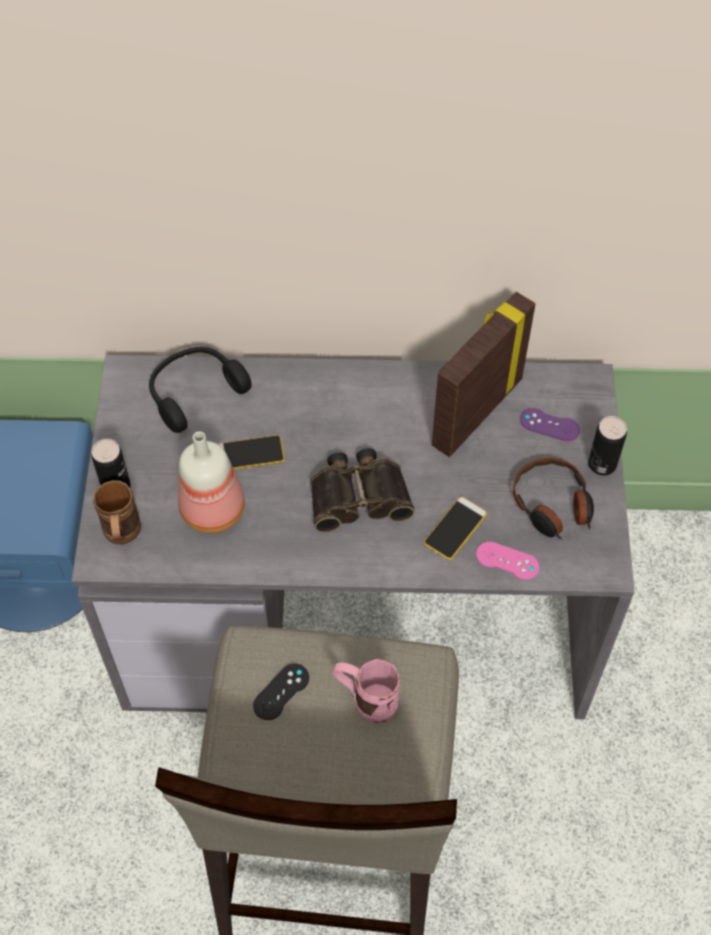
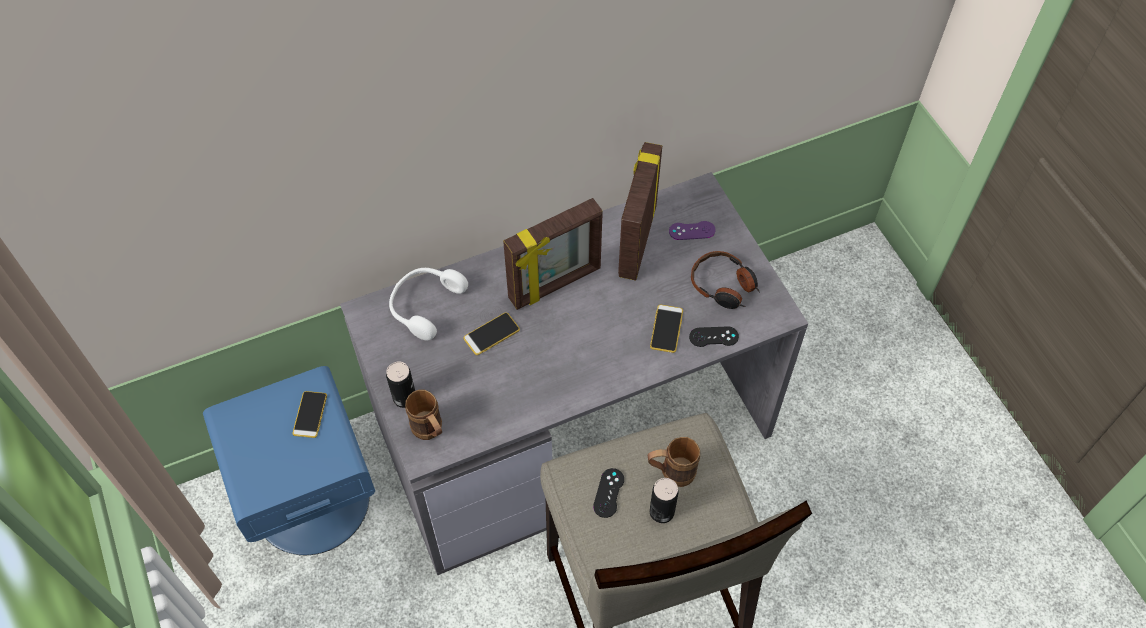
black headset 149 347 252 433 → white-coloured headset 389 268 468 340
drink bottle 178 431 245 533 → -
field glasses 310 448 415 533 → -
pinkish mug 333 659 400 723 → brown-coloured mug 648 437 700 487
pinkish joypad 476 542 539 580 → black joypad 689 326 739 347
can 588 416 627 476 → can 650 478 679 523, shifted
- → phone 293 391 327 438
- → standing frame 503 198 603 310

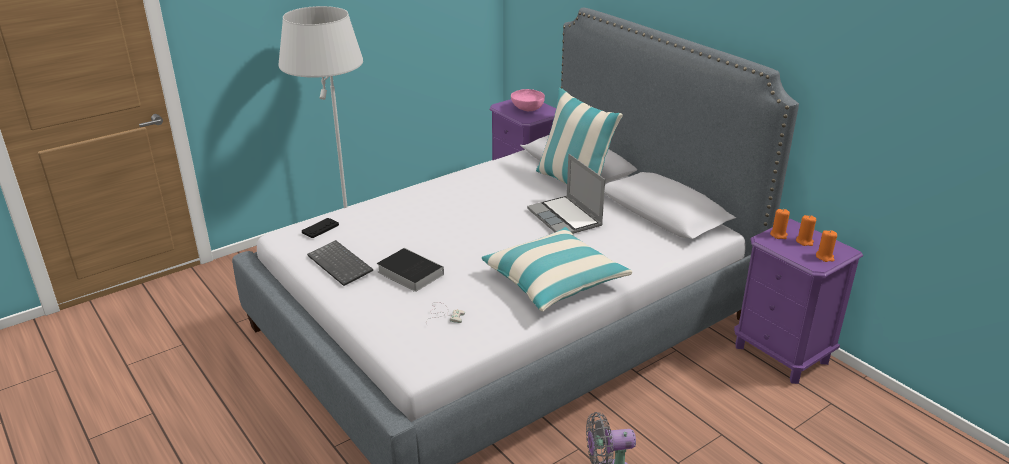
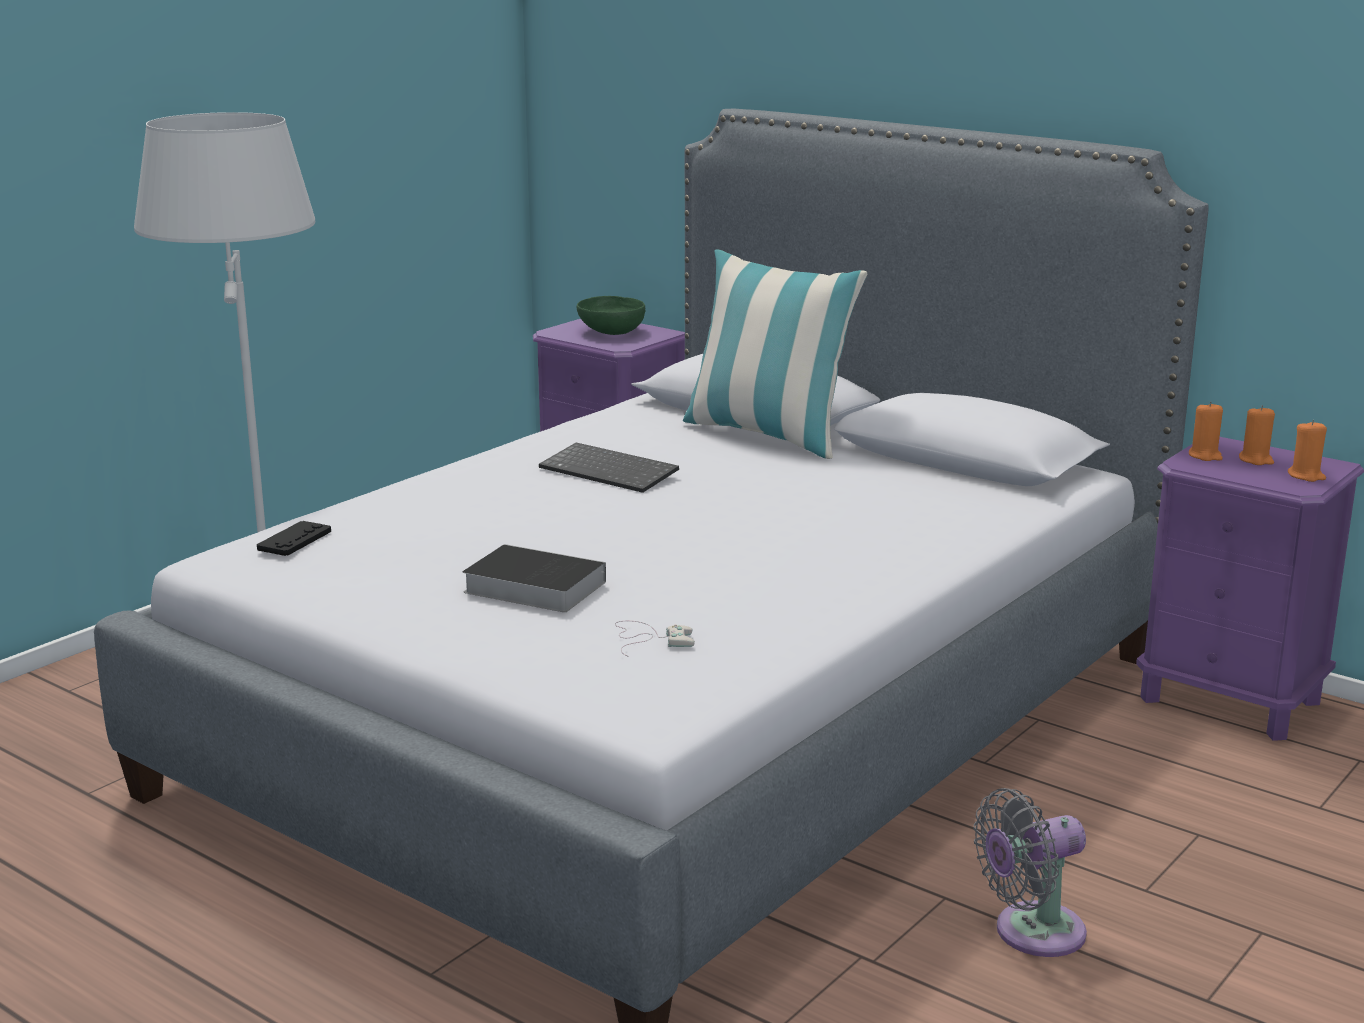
computer keyboard 307 240 373 286 → computer keyboard 539 442 679 493, shifted
throw pillow 482 227 632 312 → -
pinkish bowl 511 89 545 111 → greenish bowl 577 296 645 335
laptop 527 154 605 234 → -

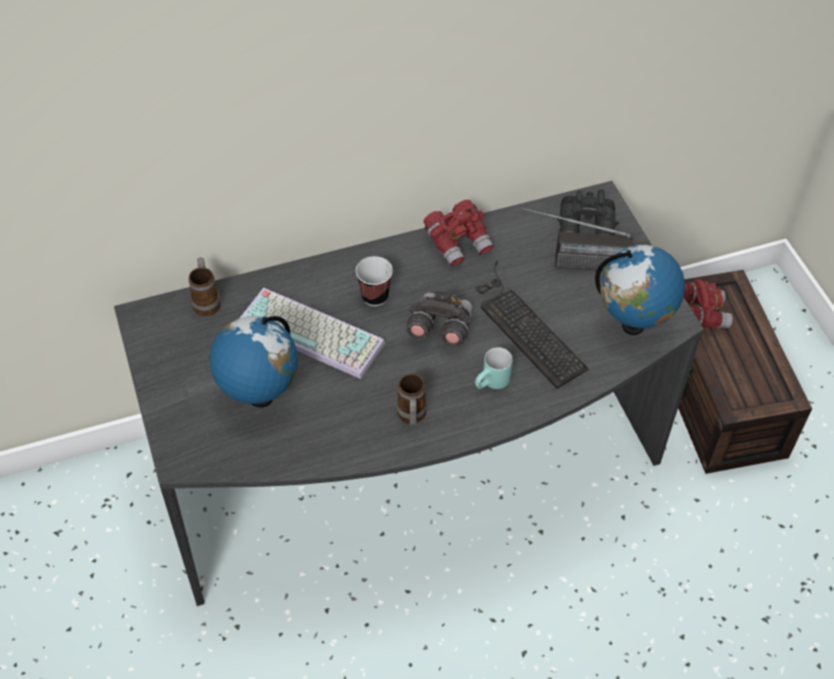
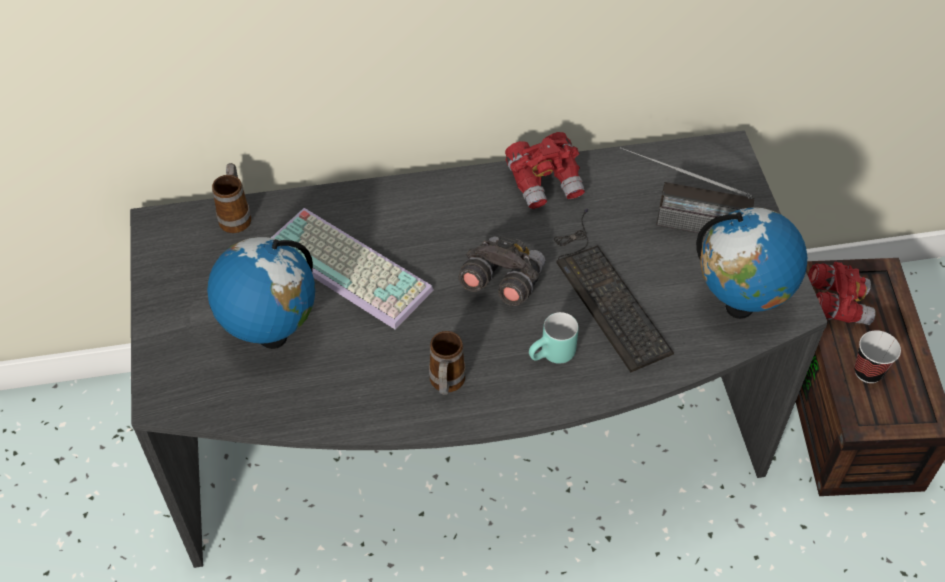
drinking cup 356 256 393 306 → drinking cup 854 330 901 383, shifted
black field glasses 557 189 619 235 → -

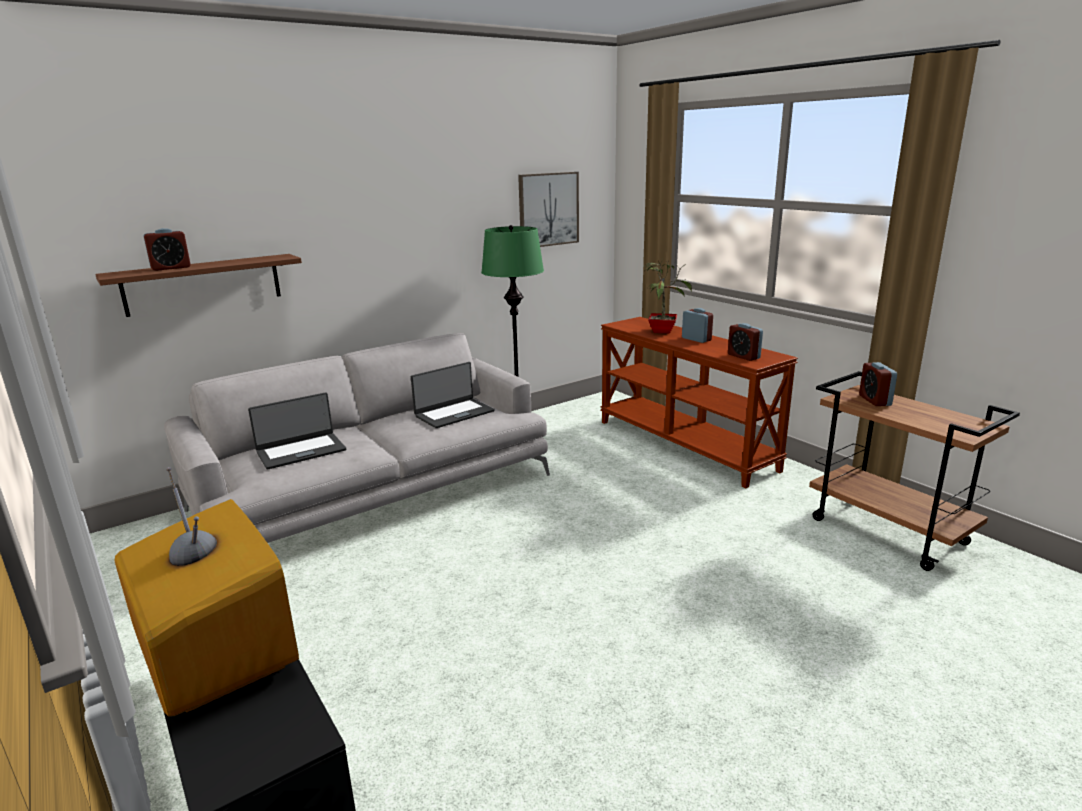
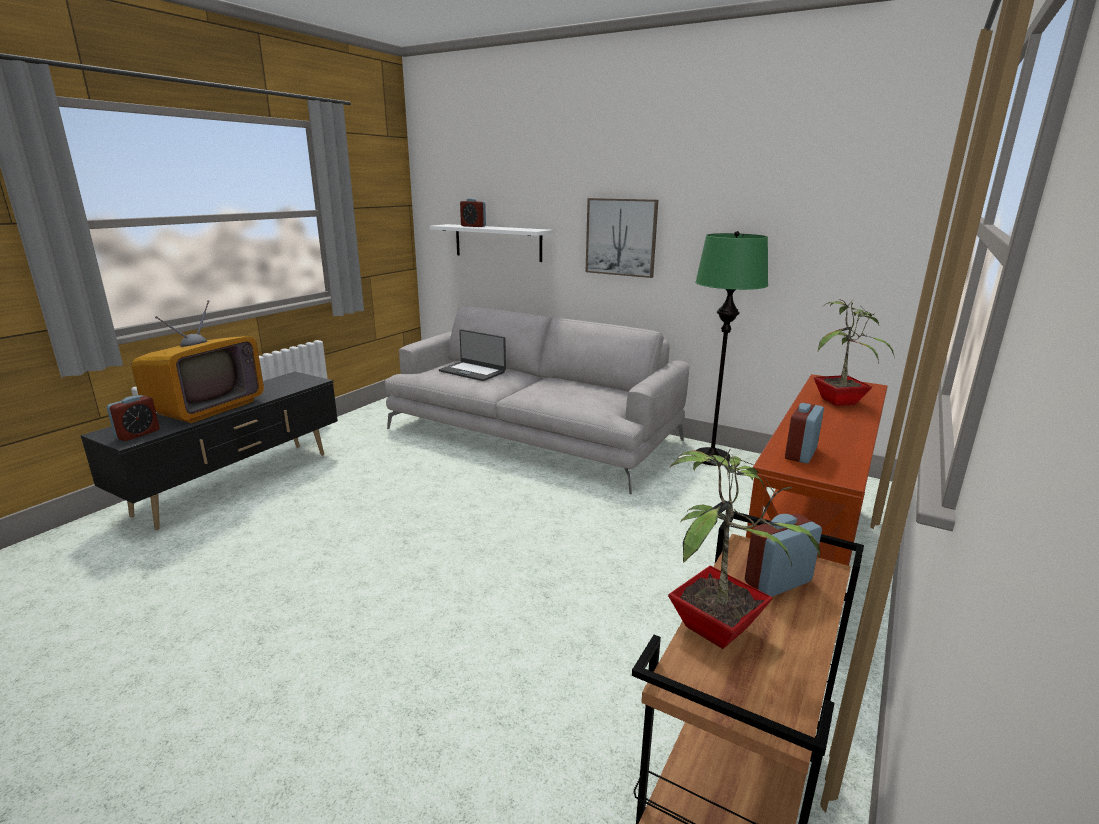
brown-coloured wall shelf 95 254 302 317 → white-coloured wall shelf 430 224 553 262
laptop 411 362 495 428 → -
picture 518 172 579 247 → picture 586 198 658 278, shifted
table clock 682 308 713 343 → table clock 107 395 160 441, shifted
- → plant in a pot 668 449 820 649

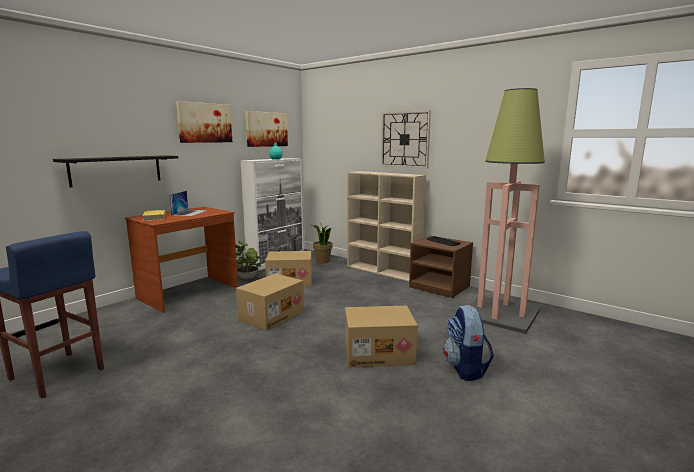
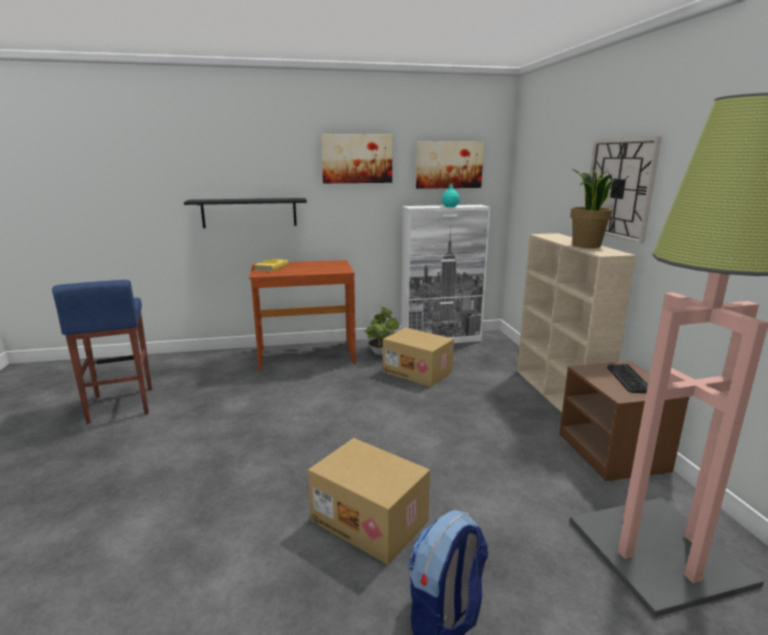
laptop 169 191 208 216 → -
cardboard box 236 273 304 331 → -
plant in a pot 312 225 333 263 → plant in a pot 570 167 614 248, shifted

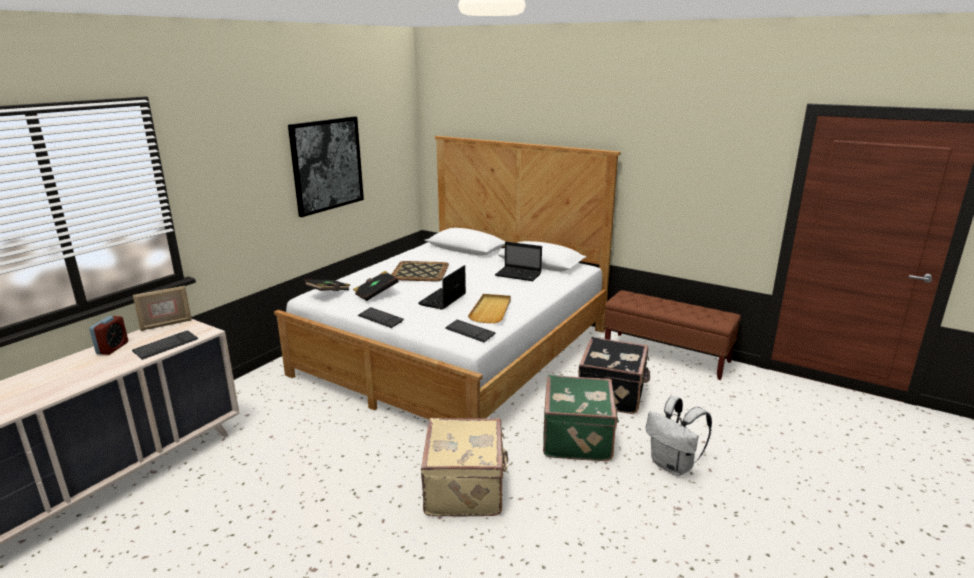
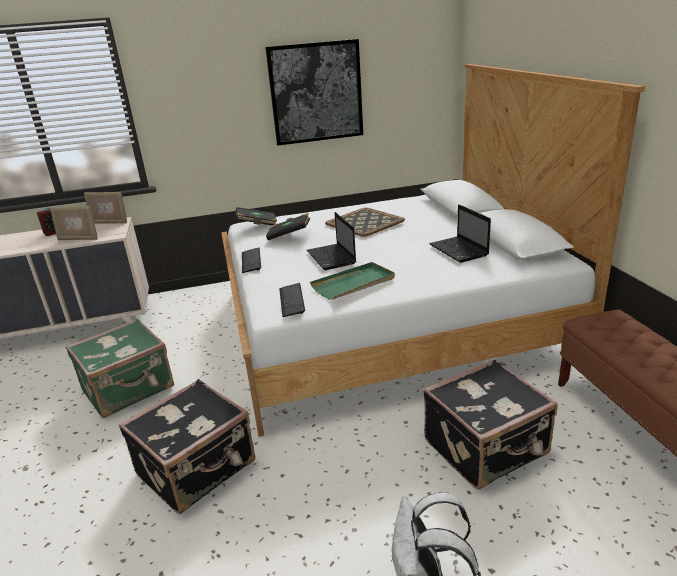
computer keyboard 132 330 198 360 → standing frame 50 206 98 240
laptop 418 265 466 310 → laptop 307 212 356 270, 90 degrees counterclockwise
sand-coloured suitcase 421 418 508 517 → black suitcase 118 379 255 514
sand-coloured carrying tray 468 294 511 323 → greenish carrying tray 310 262 395 300
greenish suitcase 543 375 619 461 → greenish suitcase 65 319 174 418, shifted

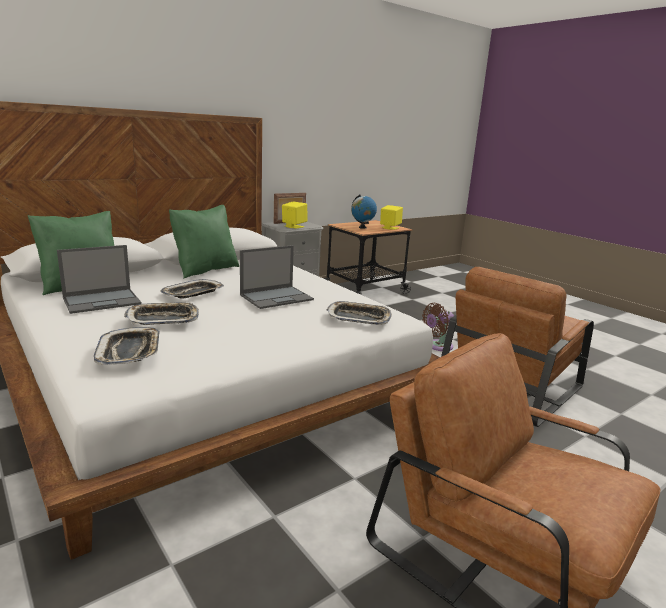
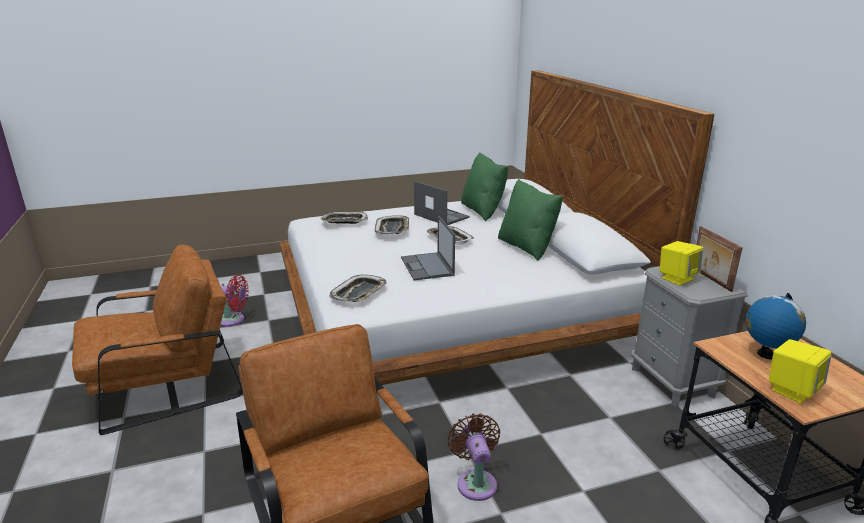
laptop 57 245 141 314 → laptop 414 181 470 225, 150 degrees clockwise
- → reddish electric fan 221 275 249 327

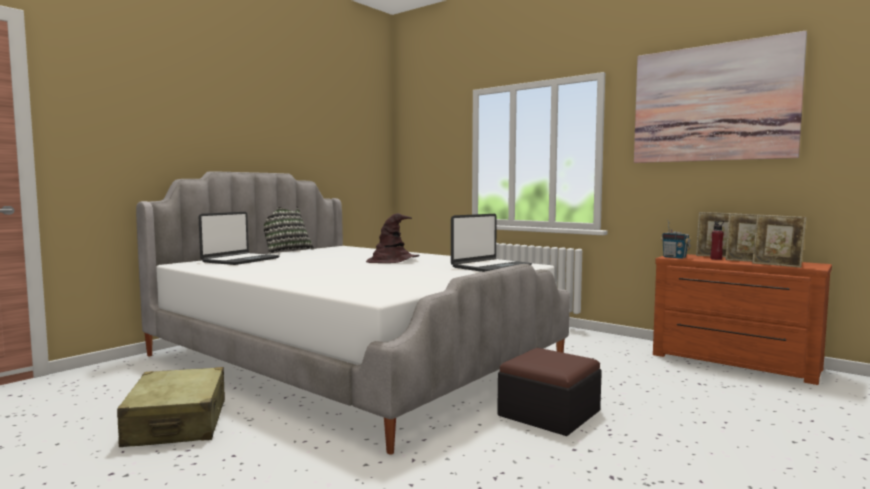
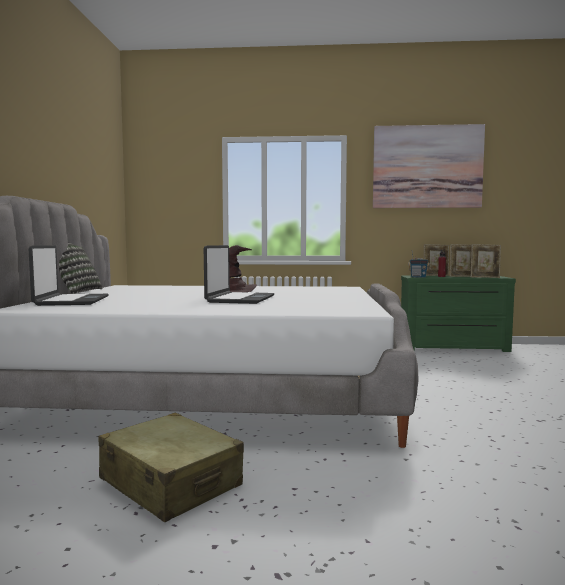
laptop 451 214 532 272 → laptop 204 245 274 304, shifted
pouffe 497 348 602 436 → -
brown-coloured dresser 653 254 832 385 → greenish dresser 401 276 516 352

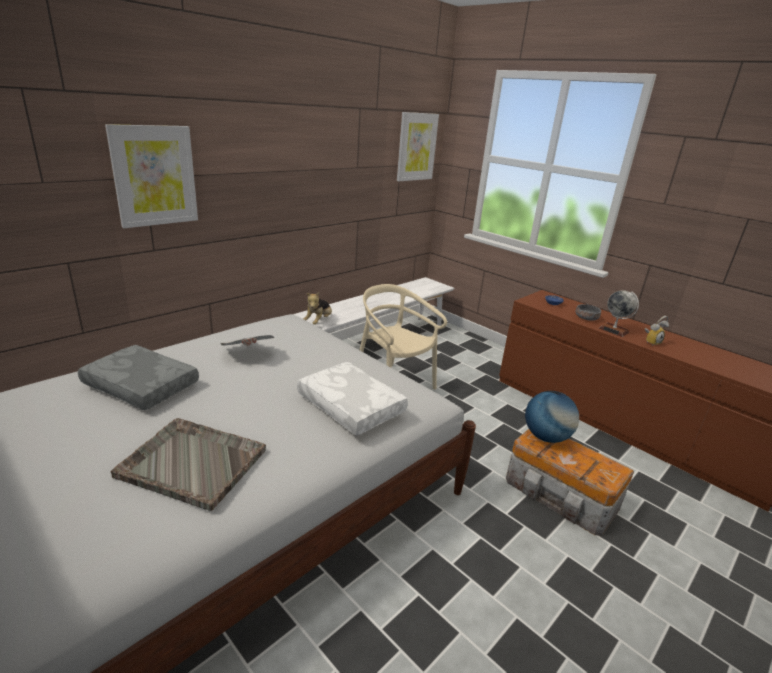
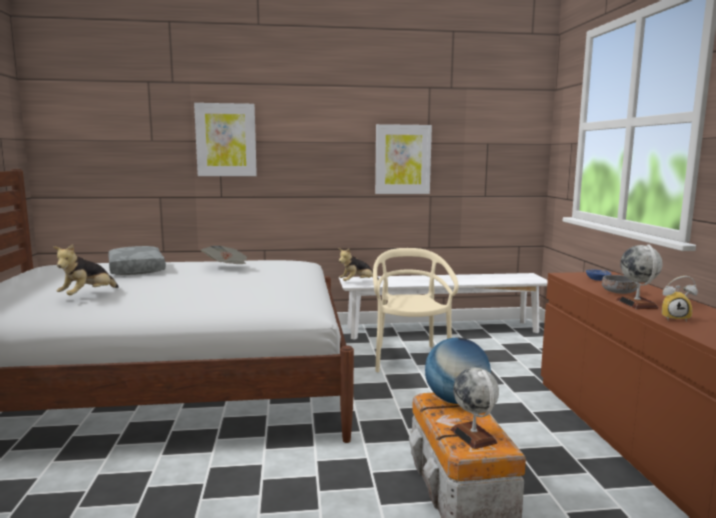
gray carrying tray 111 418 266 511 → soft toy 53 244 119 295
white-coloured throw pillow 297 362 408 436 → -
picture 397 112 439 181 → picture 375 124 432 194, shifted
- → desk globe 451 368 499 449

